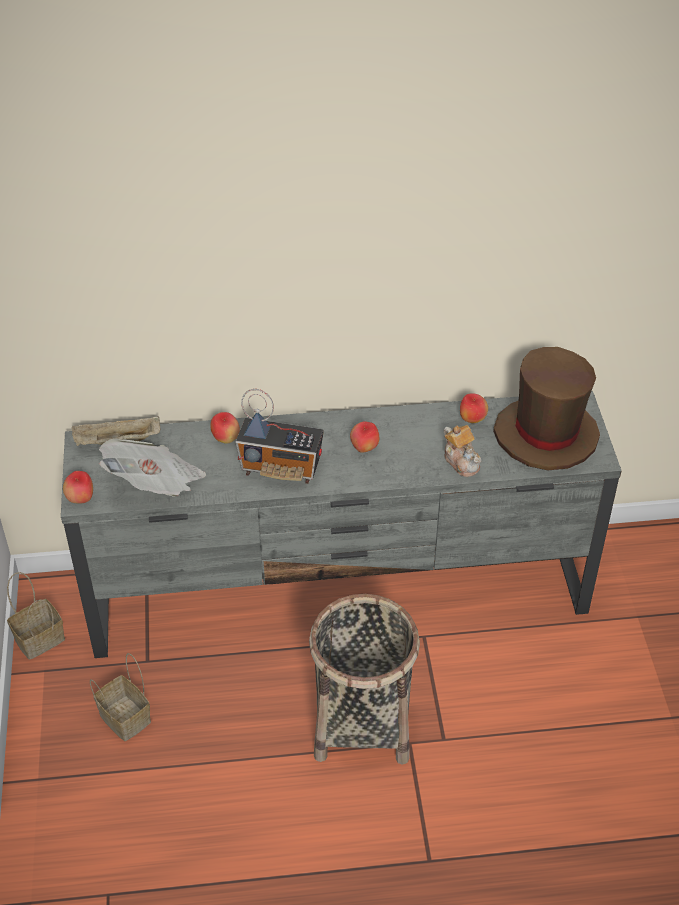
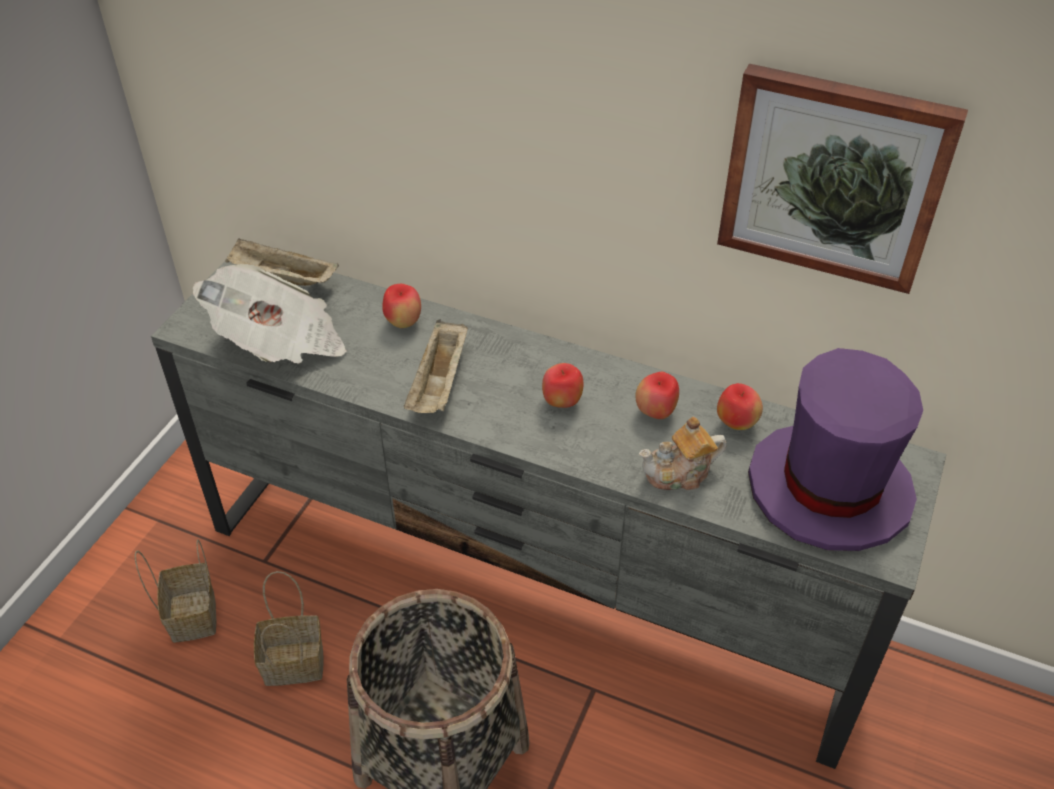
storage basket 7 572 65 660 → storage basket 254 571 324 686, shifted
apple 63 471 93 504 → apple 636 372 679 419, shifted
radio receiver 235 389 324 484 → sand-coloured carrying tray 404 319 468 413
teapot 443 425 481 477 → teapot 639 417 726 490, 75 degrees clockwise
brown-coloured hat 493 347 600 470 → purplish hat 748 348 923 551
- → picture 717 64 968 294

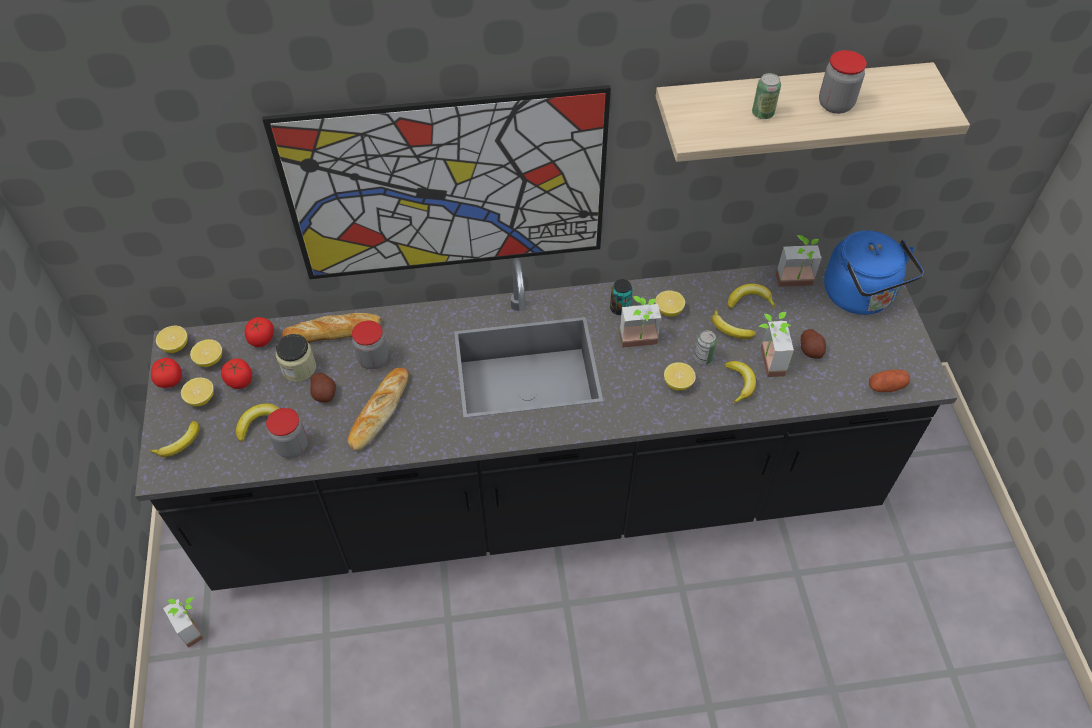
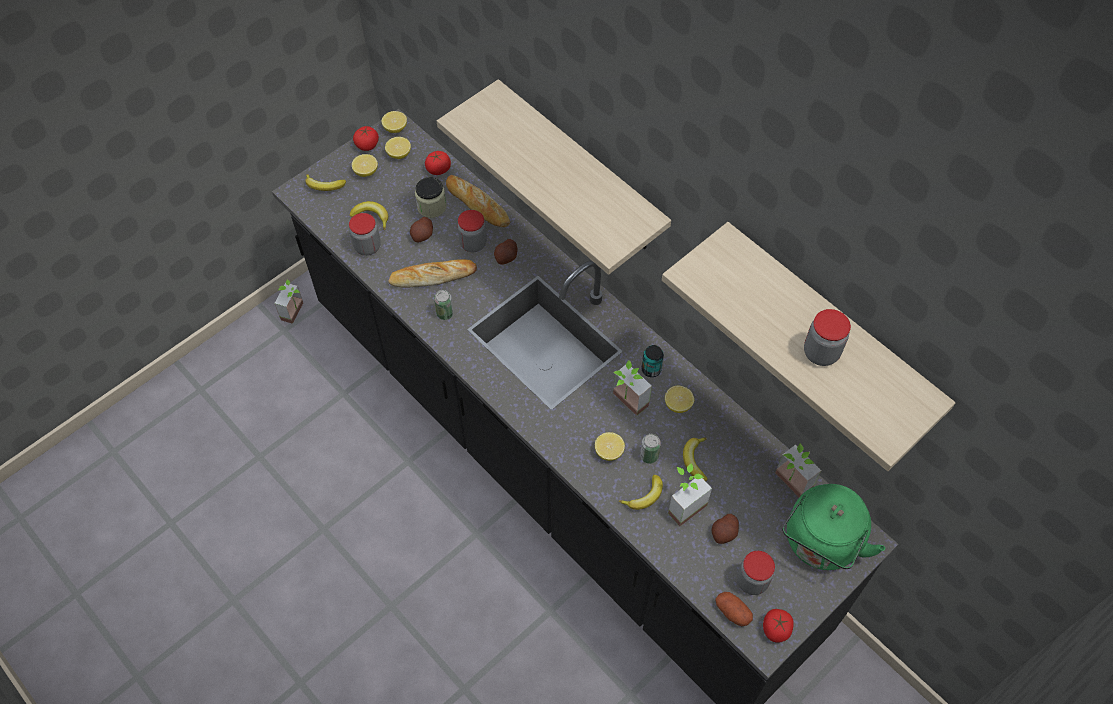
tomato 221 359 252 389 → tomato 763 609 794 643, shifted
picture 262 85 611 279 → wall shelf 437 79 671 275
banana fruit 728 284 776 309 → -
can 752 73 781 119 → can 434 290 454 320, shifted
bluish kettle 824 230 924 315 → greenish kettle 782 484 885 570
- → spud 494 239 517 265
- → preserve jar 737 551 775 595

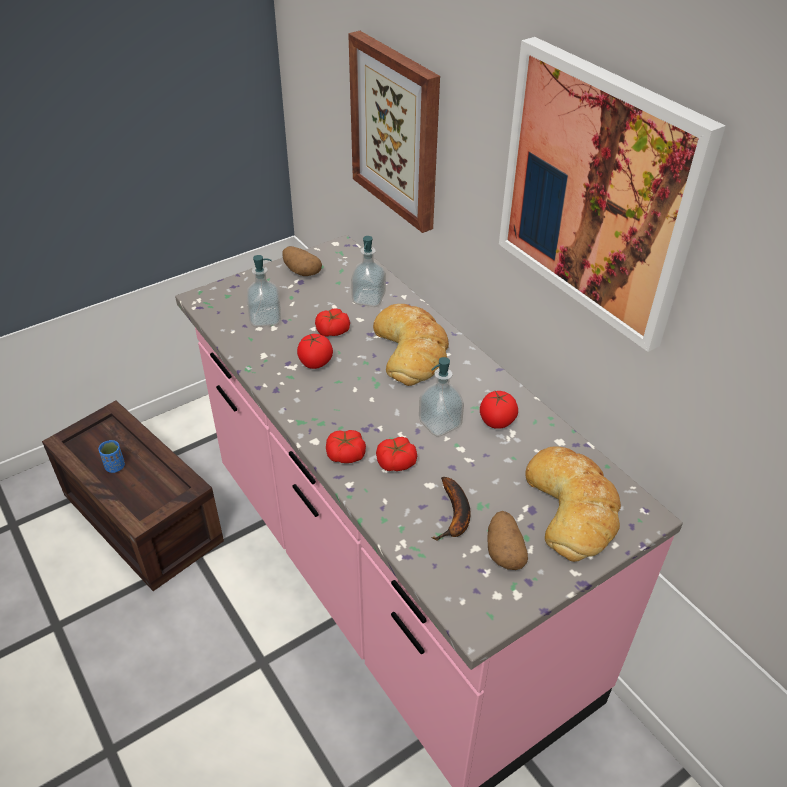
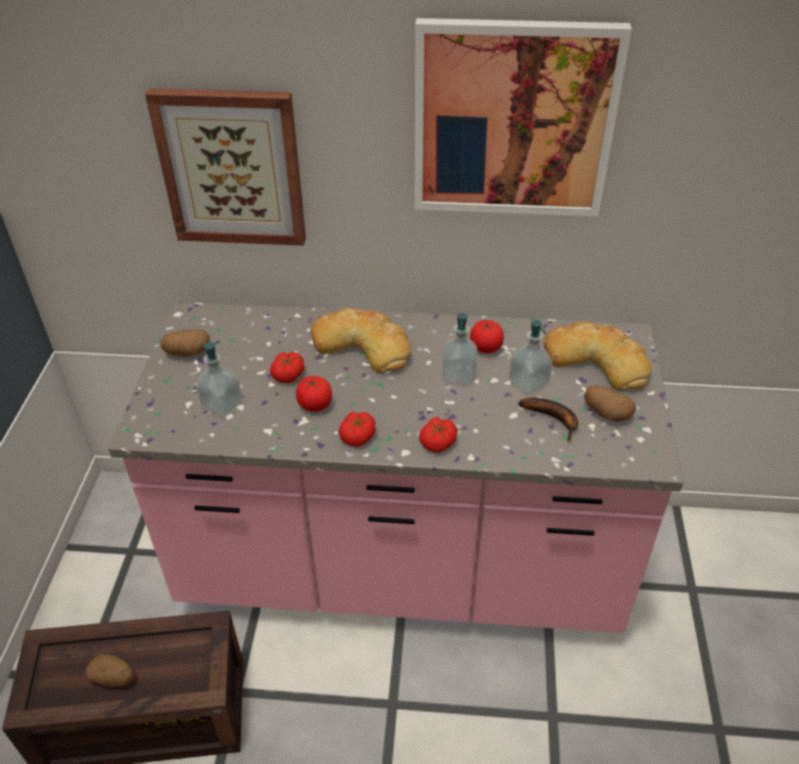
bluish drinking cup 99 440 125 473 → spud 85 654 134 687
liquid soap bottle 351 236 386 307 → liquid soap bottle 509 320 553 395, shifted
tomato 376 437 417 471 → tomato 339 412 376 447, shifted

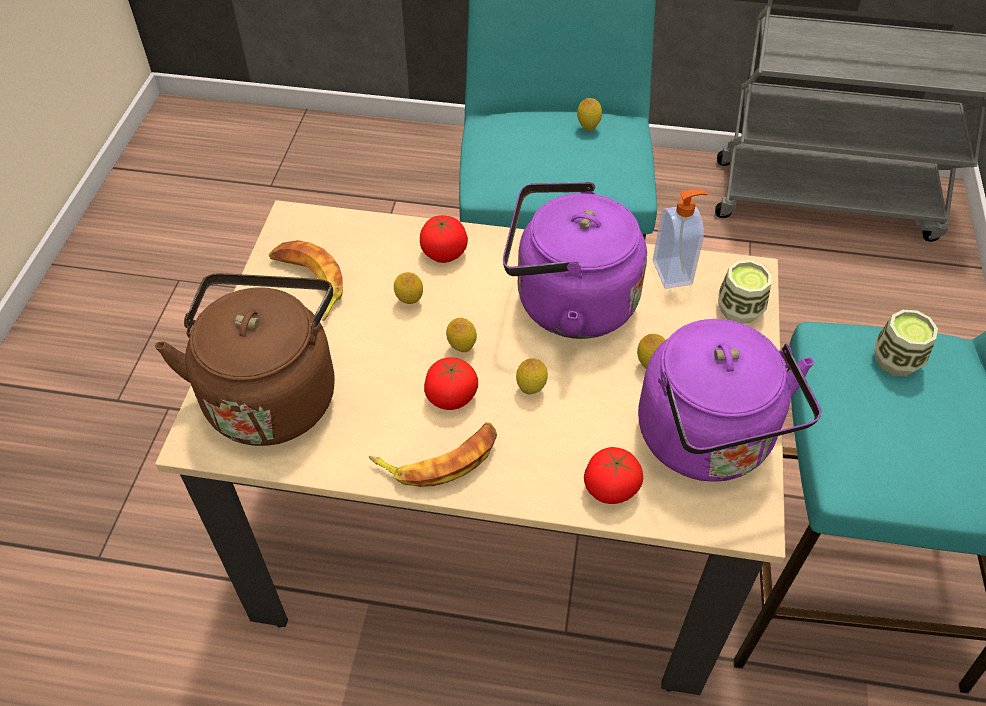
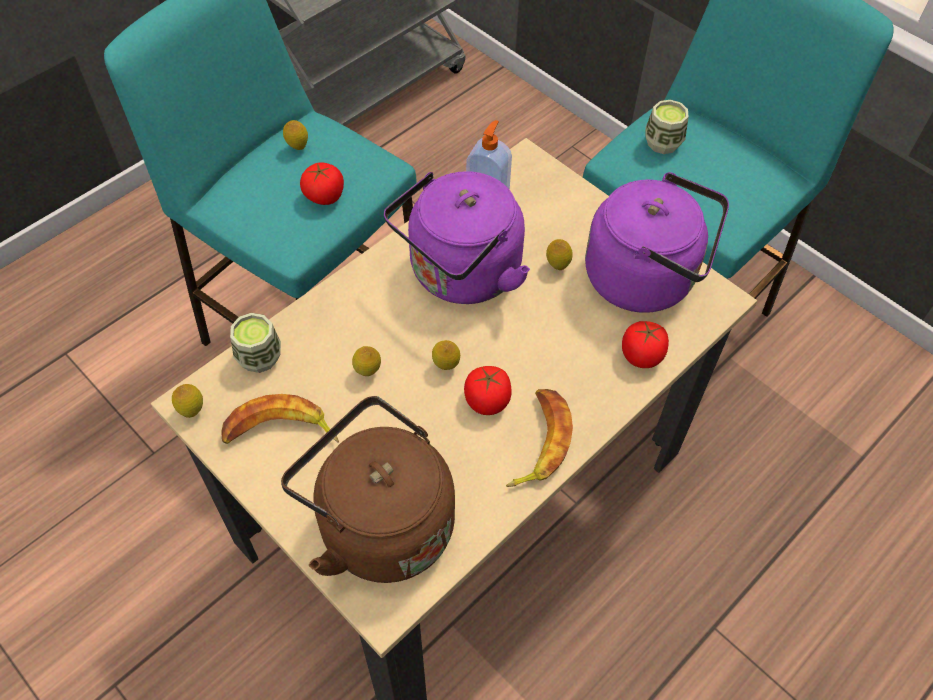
tomato 420 215 468 263 → tomato 300 162 344 205, shifted
whole lemon 516 358 548 394 → whole lemon 172 384 203 418, shifted
drinking cup 718 260 772 324 → drinking cup 230 313 281 373, shifted

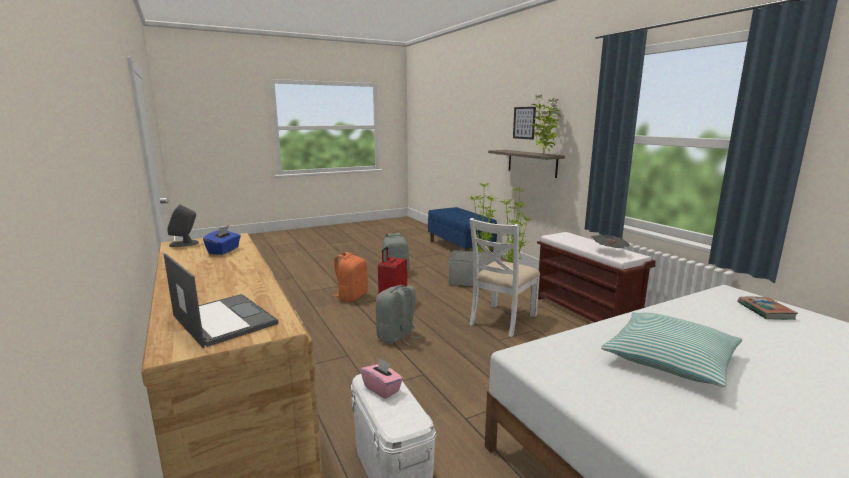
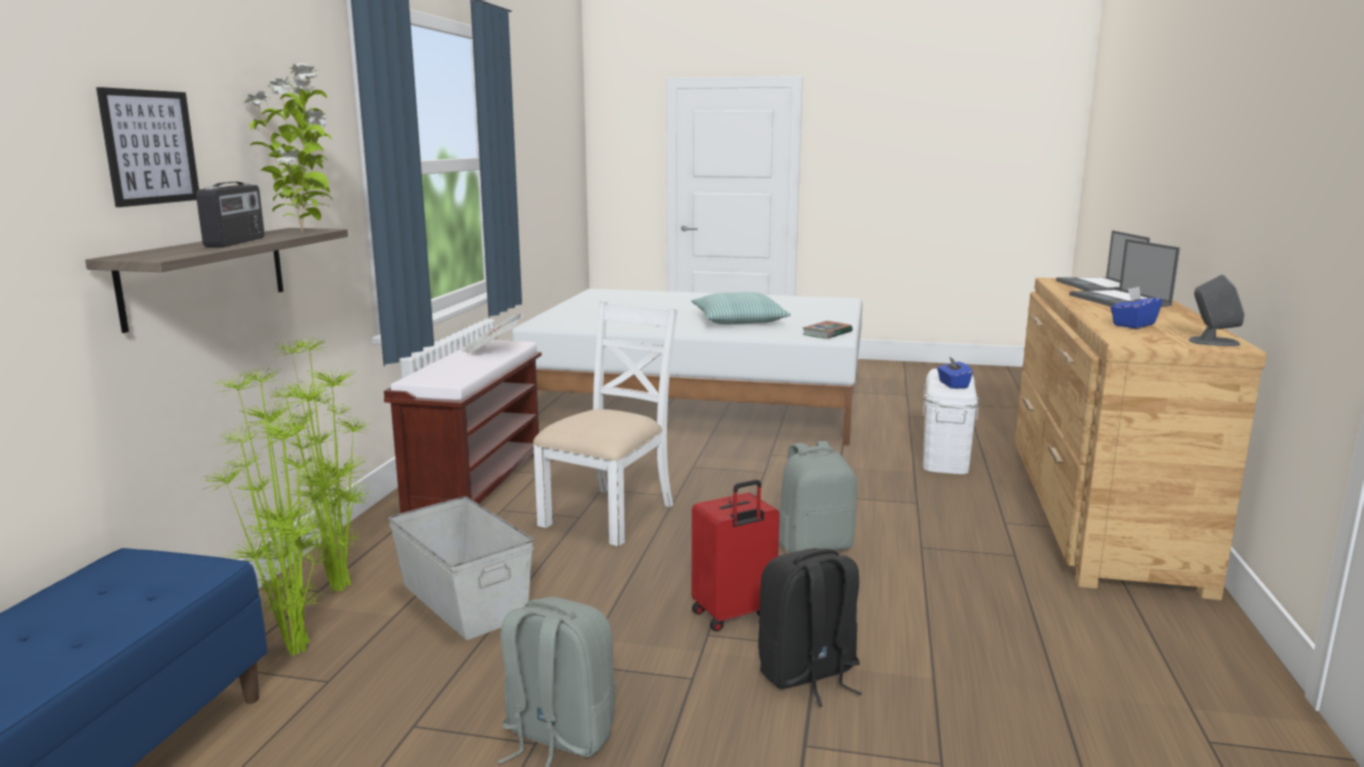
orange-coloured backpack 332 252 368 302 → black backpack 758 548 862 707
pinkish box of tissues 361 358 403 399 → bluish box of tissues 937 356 973 389
white-coloured upright chair 469 218 540 337 → white-coloured upright chair 533 301 678 546, 45 degrees counterclockwise
volume 738 296 798 320 → volume 803 321 853 339, shifted
- → radio receiver 196 182 264 247
- → laptop 1069 239 1180 307

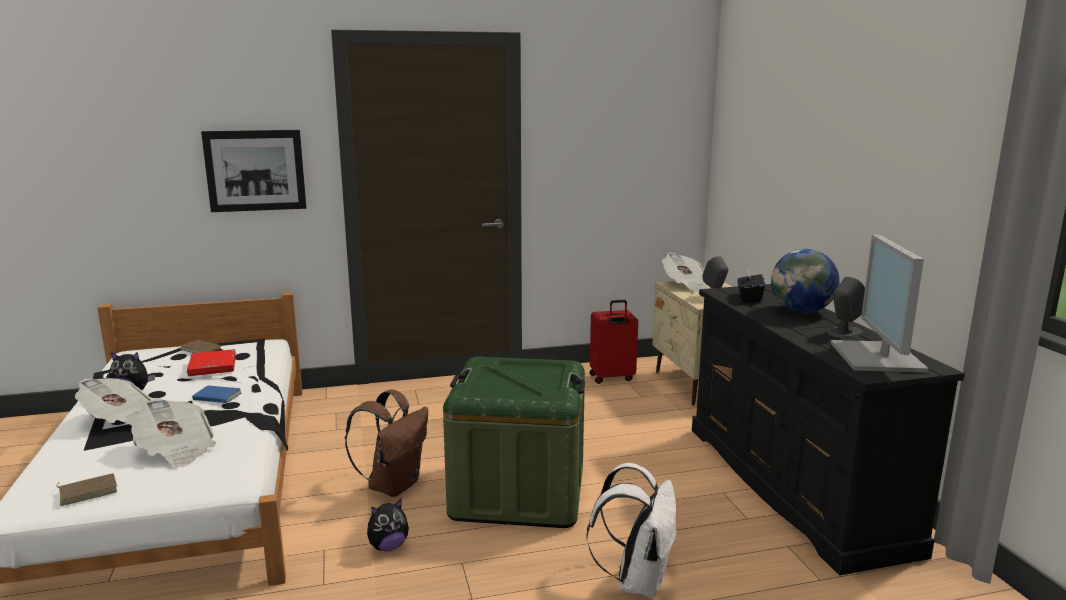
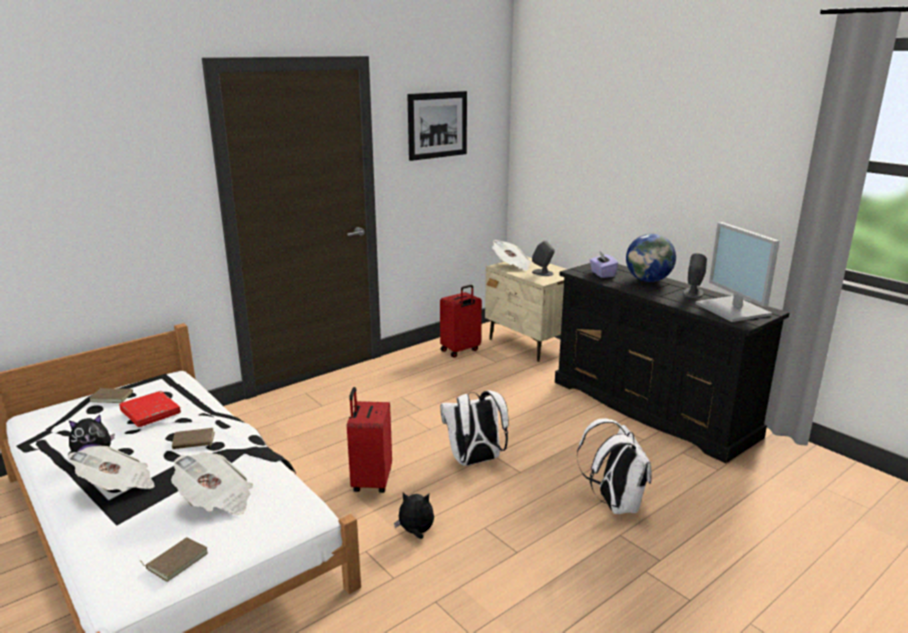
bluish volume 192 386 241 404 → brown-coloured volume 172 428 215 449
picture 201 130 306 212 → picture 407 91 467 161, shifted
brown-coloured backpack 345 389 428 497 → reddish suitcase 347 387 392 493
soft toy 367 498 409 551 → soft toy 394 492 434 539, 120 degrees counterclockwise
greenish storage container 443 357 585 528 → white-coloured backpack 440 390 509 466
black box of tissues 738 268 765 302 → purplish box of tissues 590 252 618 278

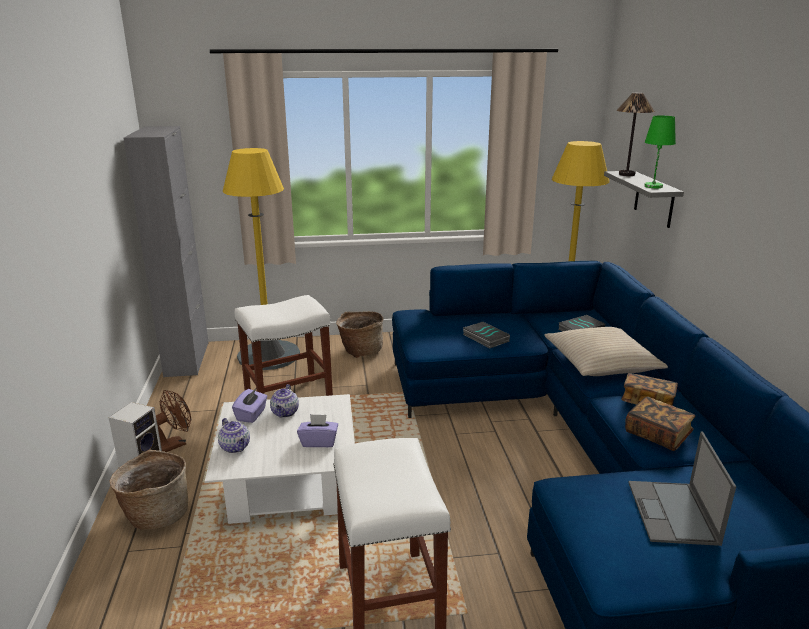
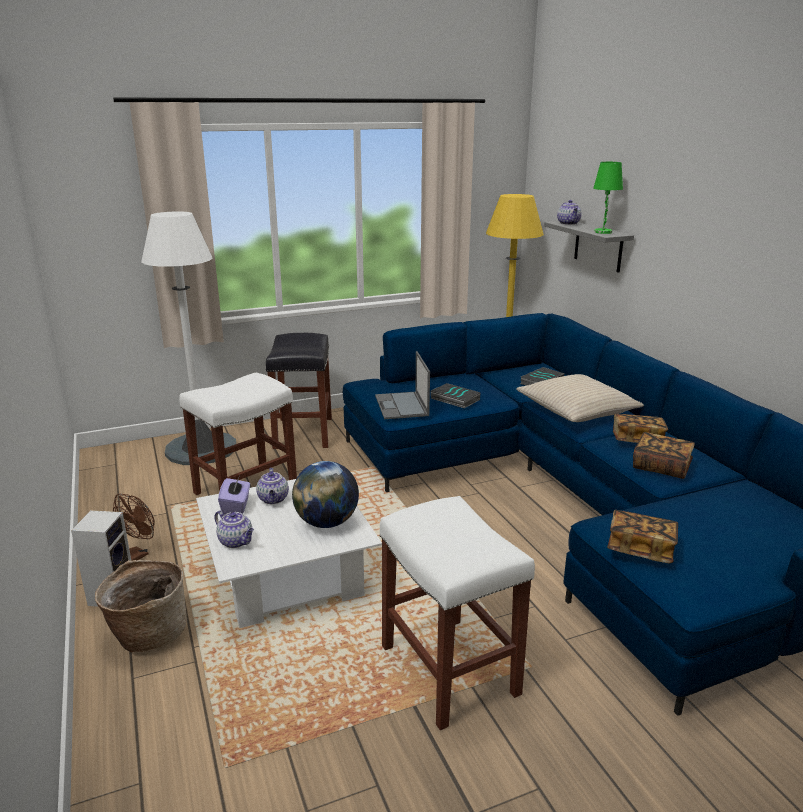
gray cabinet 123 126 209 377 → -
yellow-coloured standard lamp 223 148 300 370 → white-coloured standard lamp 141 211 236 465
purplish box of tissues 297 414 338 447 → desk globe 292 461 359 528
storage basket 336 311 383 358 → black sitting stool 266 333 332 449
lamp for a table 616 93 655 176 → teapot 557 200 582 225
laptop 628 432 736 546 → laptop 375 351 430 419, shifted
- → volume 607 510 678 563

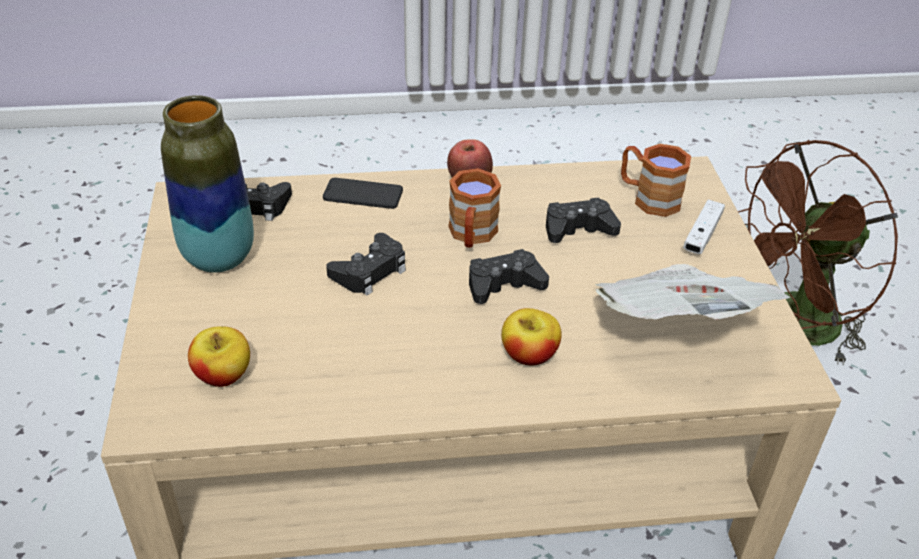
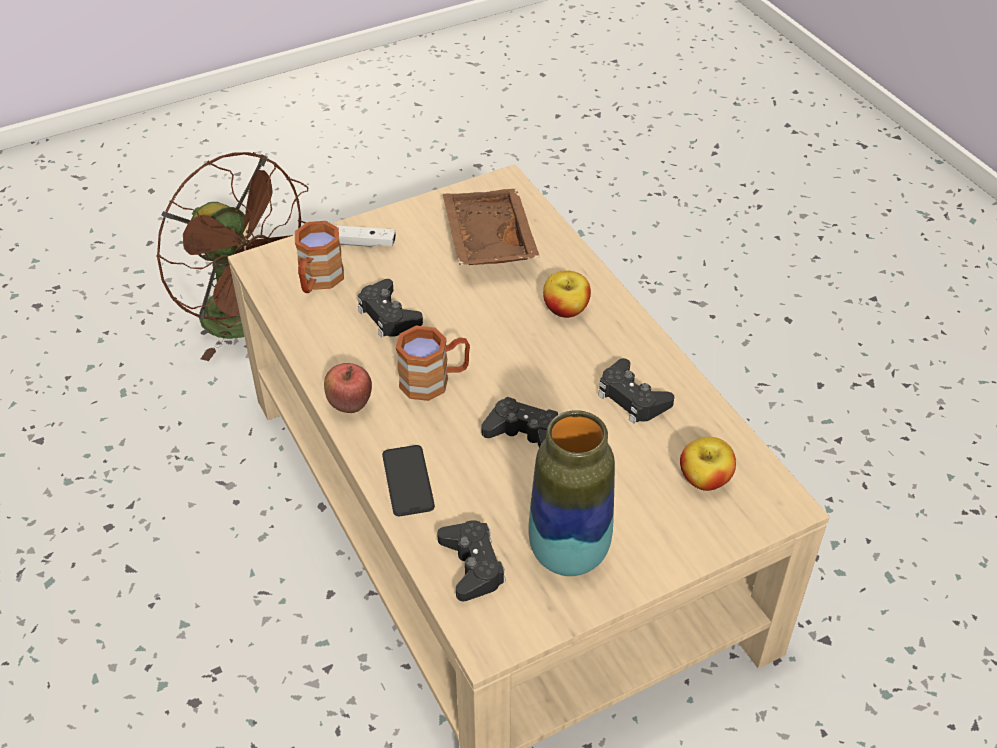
black joypad 469 249 549 304 → black joypad 598 358 674 424, shifted
printed paper 595 264 790 319 → brown-coloured carrying tray 443 189 540 265

